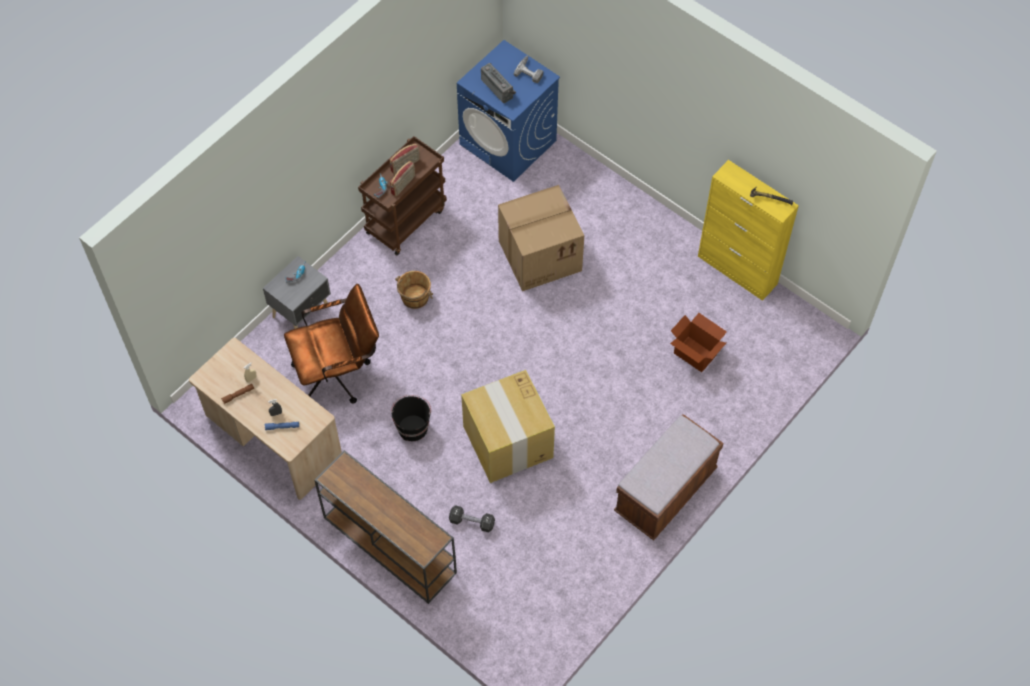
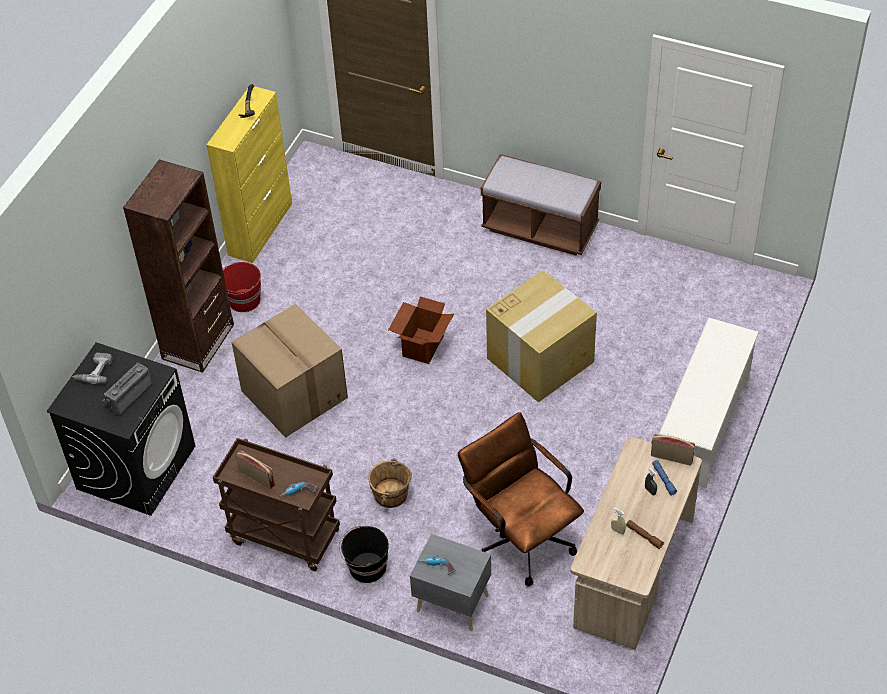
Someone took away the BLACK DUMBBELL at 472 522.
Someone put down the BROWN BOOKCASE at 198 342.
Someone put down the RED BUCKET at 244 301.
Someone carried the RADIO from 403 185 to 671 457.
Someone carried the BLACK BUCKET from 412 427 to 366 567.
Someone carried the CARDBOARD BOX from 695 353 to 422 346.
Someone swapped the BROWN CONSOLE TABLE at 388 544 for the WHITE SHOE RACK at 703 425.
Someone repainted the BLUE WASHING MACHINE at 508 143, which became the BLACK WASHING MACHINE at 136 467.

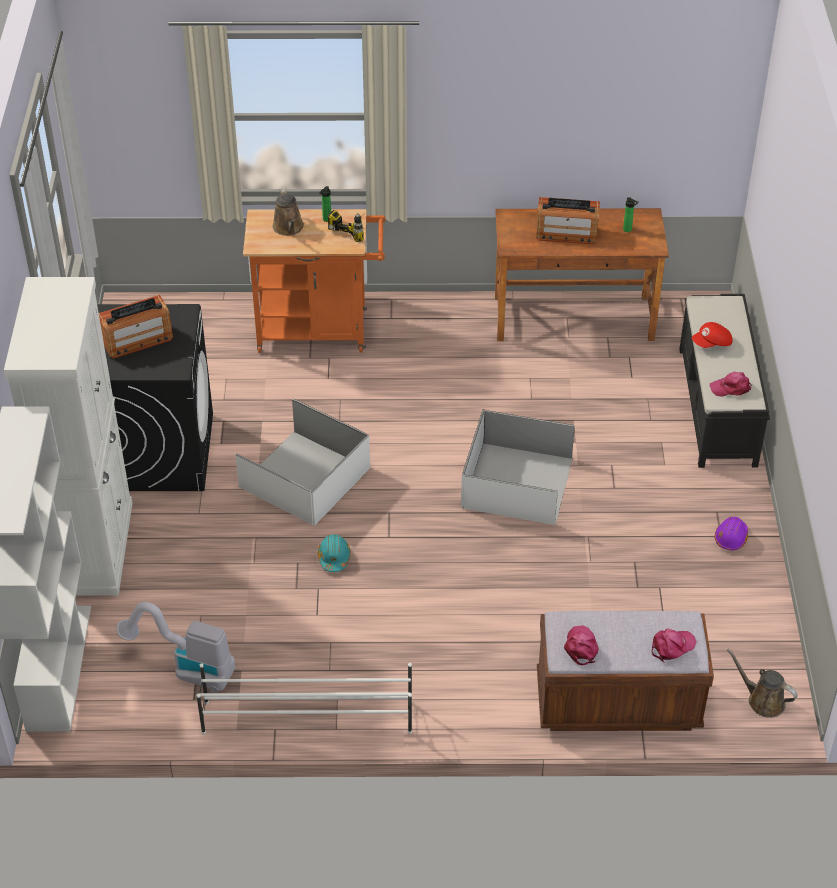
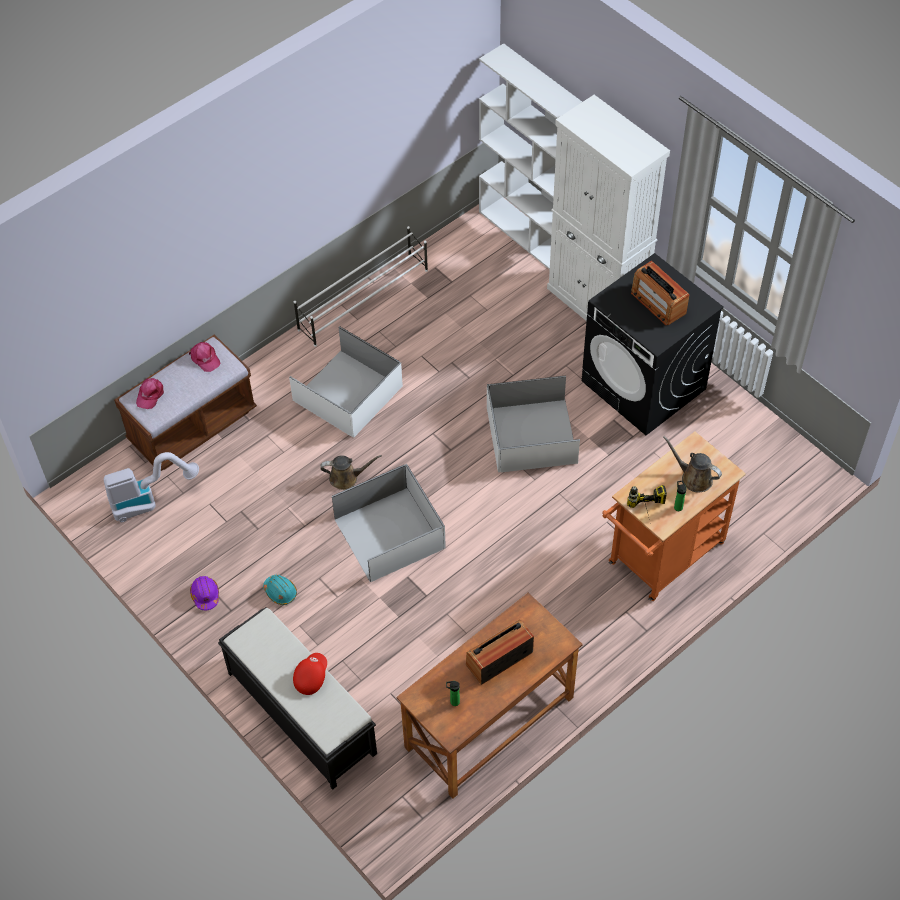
Someone took away the PINK CAP at 731 388.
Someone put down the WHITE STORAGE BOX at 348 392.
Someone carried the VACUUM CLEANER from 186 668 to 149 500.
Someone carried the TURQUOISE HARD HAT from 334 557 to 280 592.
Someone carried the BROWN WATERING CAN from 762 700 to 346 478.
Someone rotated the RADIO at 137 340 by 60 degrees counterclockwise.

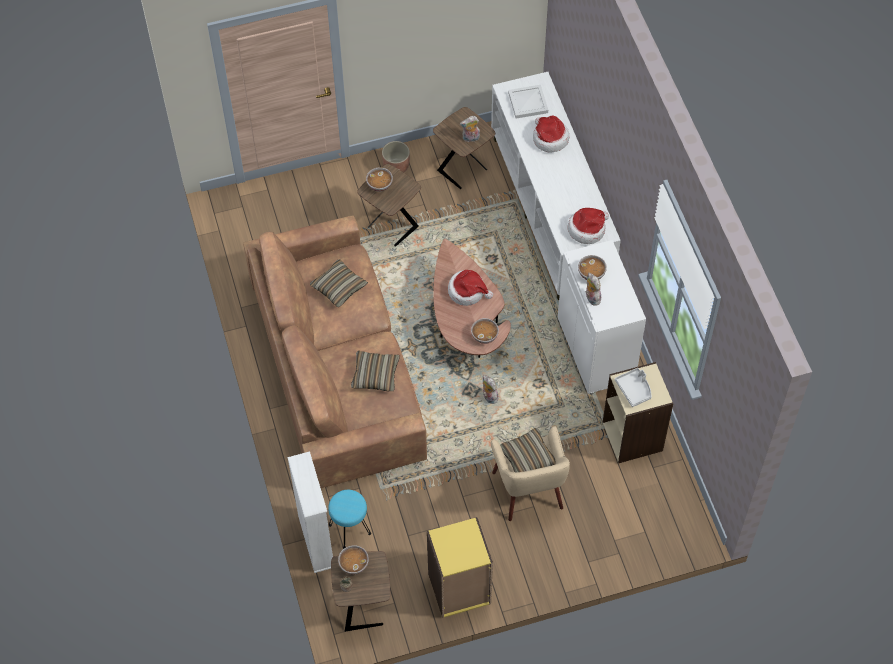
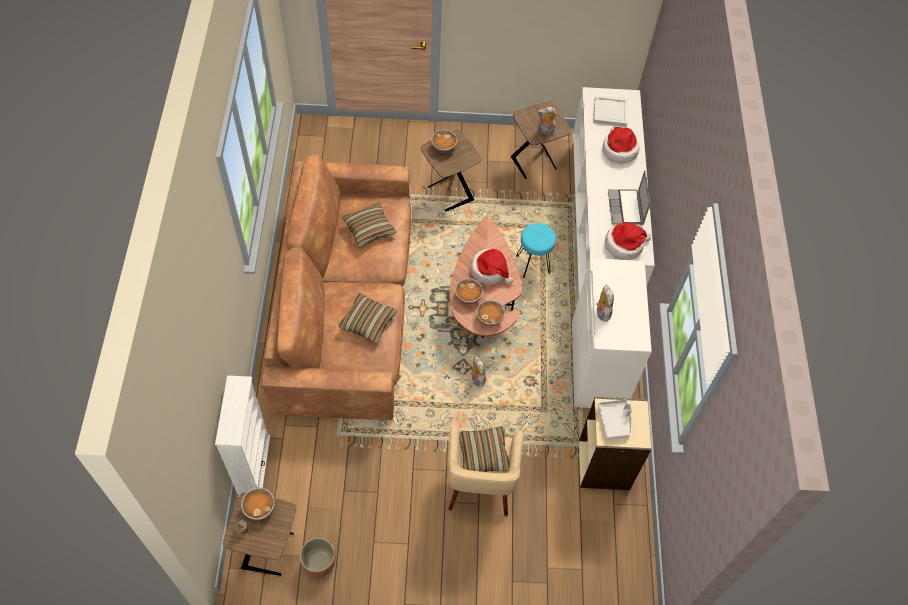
Someone took away the YELLOW BOOKCASE at 459 589.
Someone put down the LAPTOP at 626 208.
Someone carried the TURQUOISE STOOL from 350 529 to 533 264.
Someone carried the PLANTER from 396 166 to 320 563.
Someone carried the BOWL from 591 273 to 468 296.

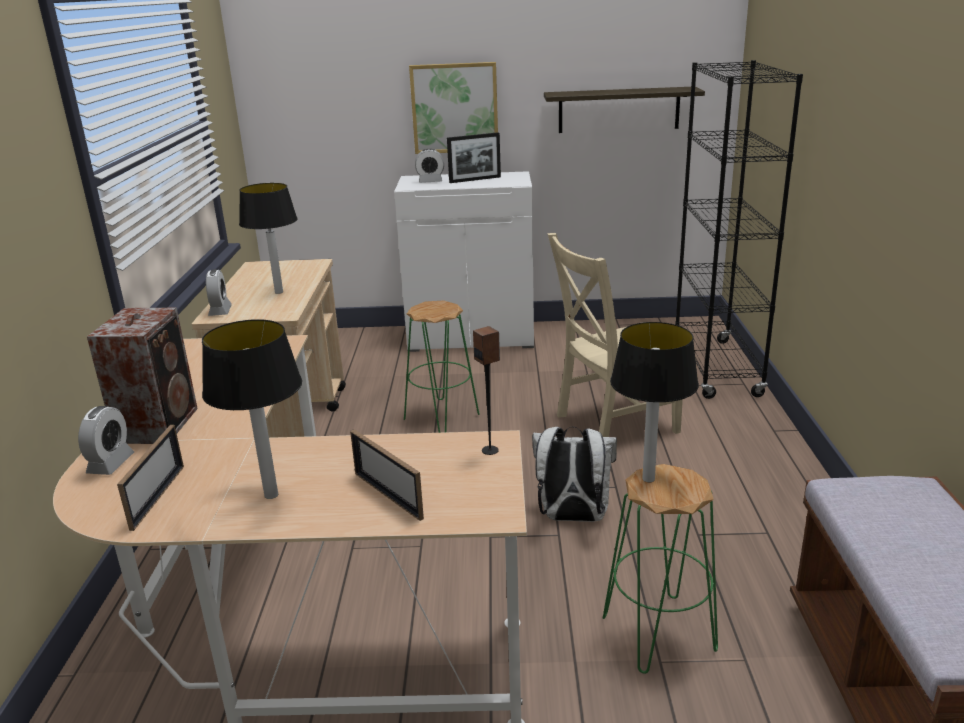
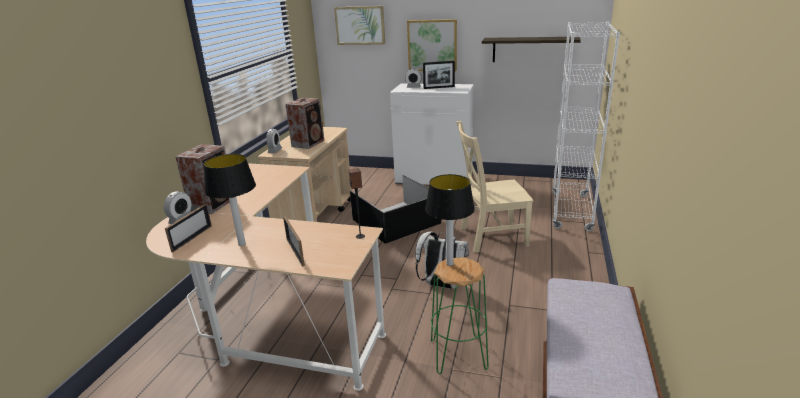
Someone put up the PICTURE at 360 25.
Someone swapped the TABLE LAMP at 278 292 for the SPEAKER at 309 143.
Someone swapped the GREEN STOOL at 442 416 for the BLACK STORAGE BOX at 397 221.
Someone repainted the BLACK BOOKCASE at 716 369, which became the WHITE BOOKCASE at 571 211.

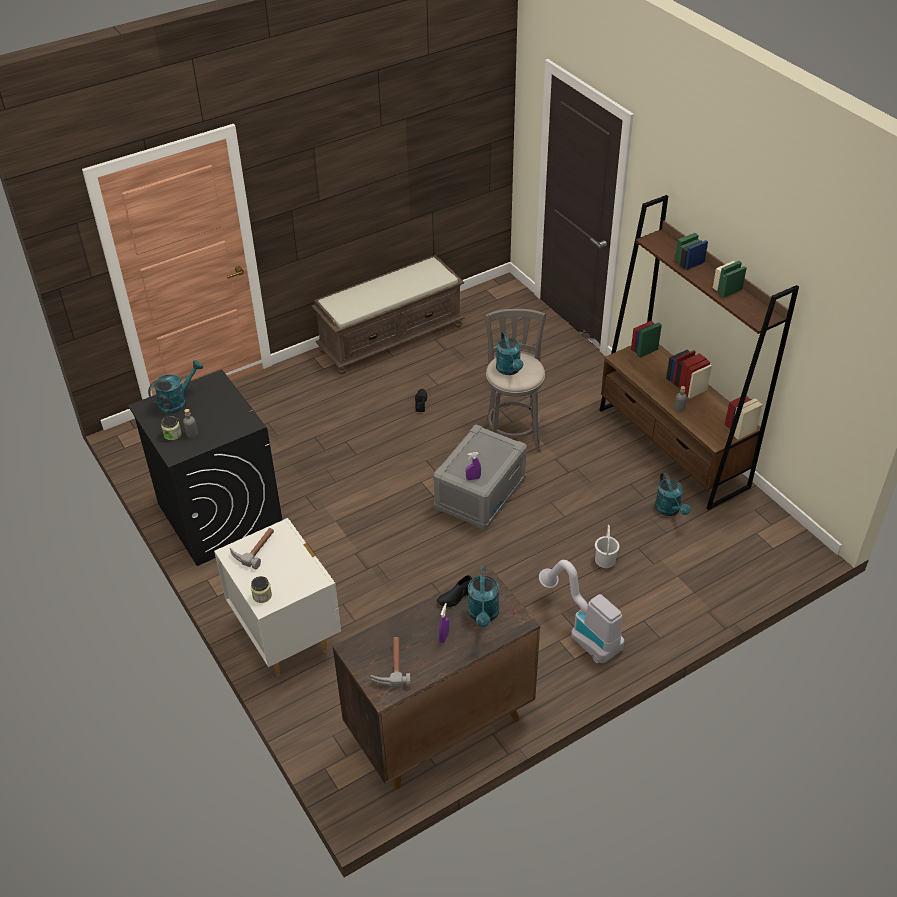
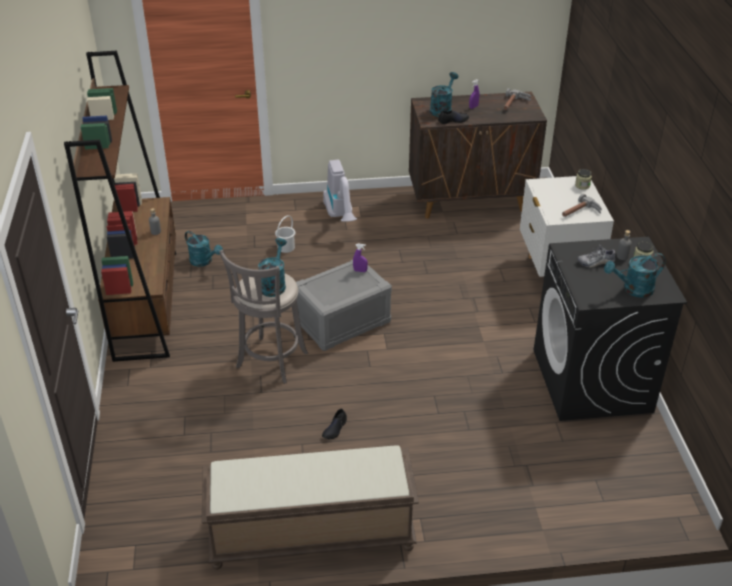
Someone put down the SHOE at 595 262.
Someone rotated the TURQUOISE WATERING CAN at 670 510 by 120 degrees clockwise.

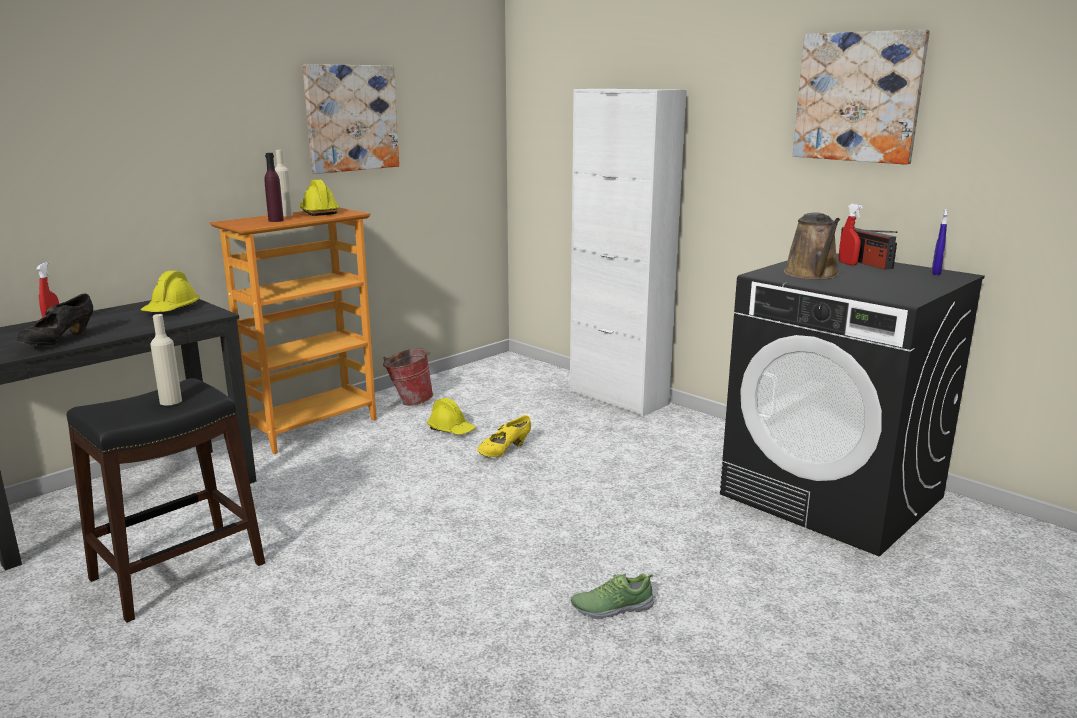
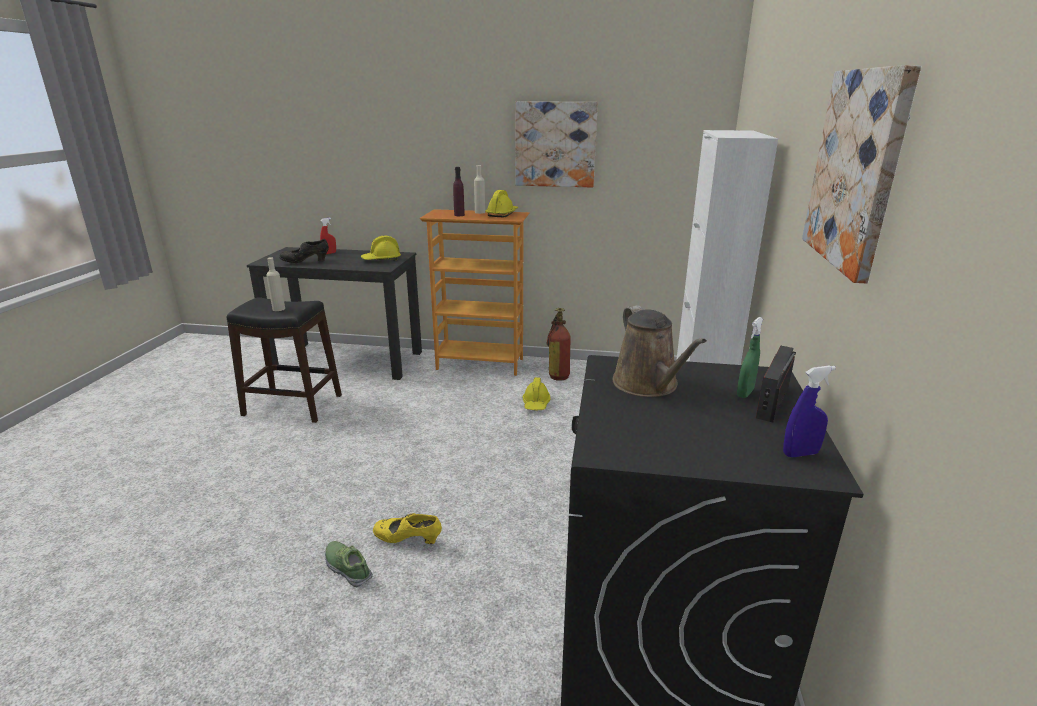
Someone carried the YELLOW SHOE from 504 451 to 408 540.
Someone swapped the BUCKET at 409 401 for the FIRE EXTINGUISHER at 557 373.
Someone repainted the RED SPRAY BOTTLE at 847 264, which became the GREEN SPRAY BOTTLE at 745 393.
Someone rotated the BROWN WATERING CAN at 812 275 by 75 degrees counterclockwise.

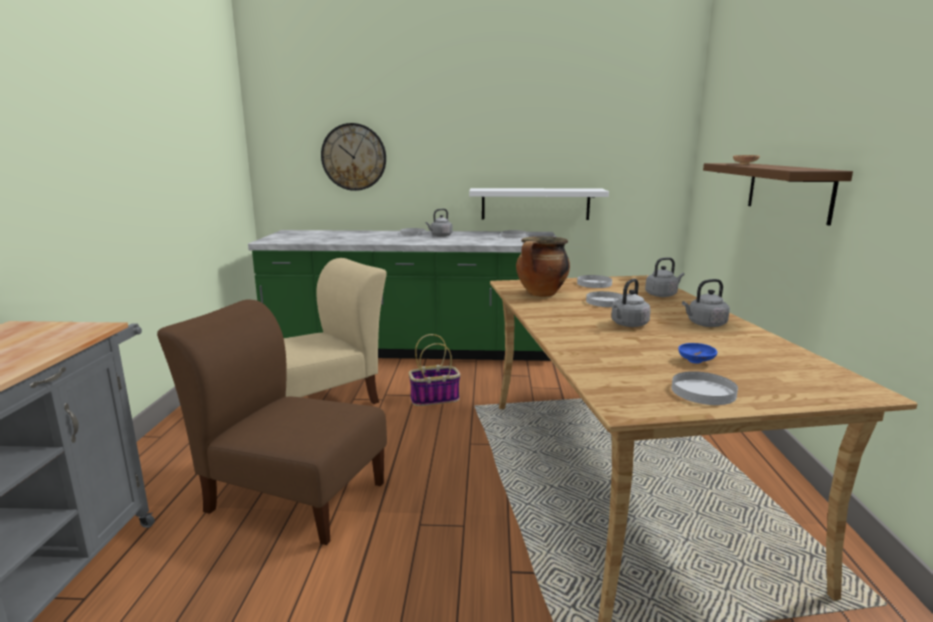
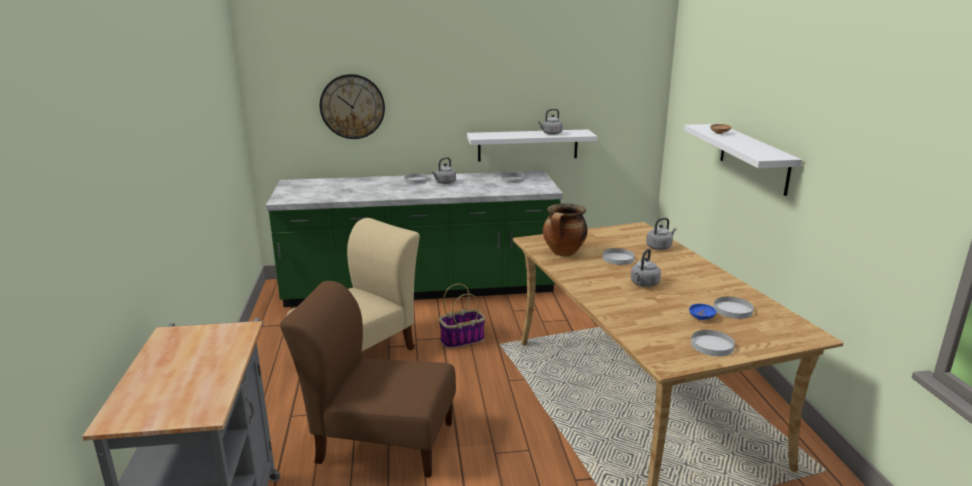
Someone carried the WHITE PLATE from 594 284 to 733 310.
Someone carried the GREY KETTLE from 705 324 to 551 134.
Someone repainted the BROWN SHELF at 788 190, which became the WHITE SHELF at 753 158.

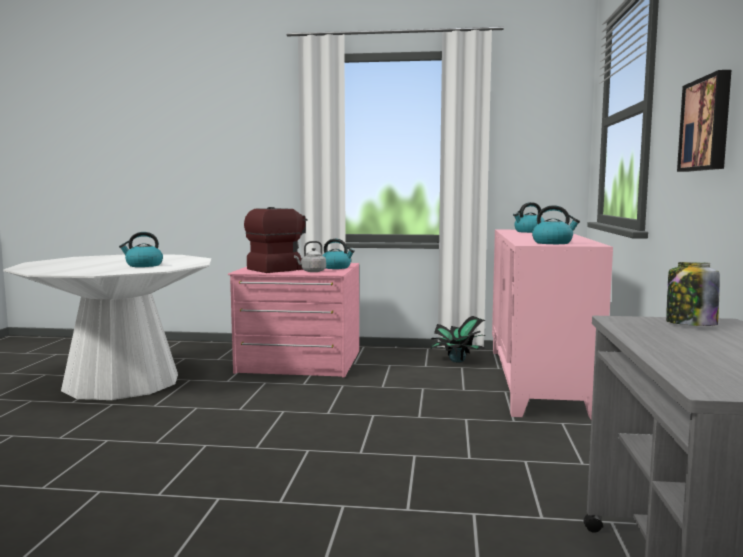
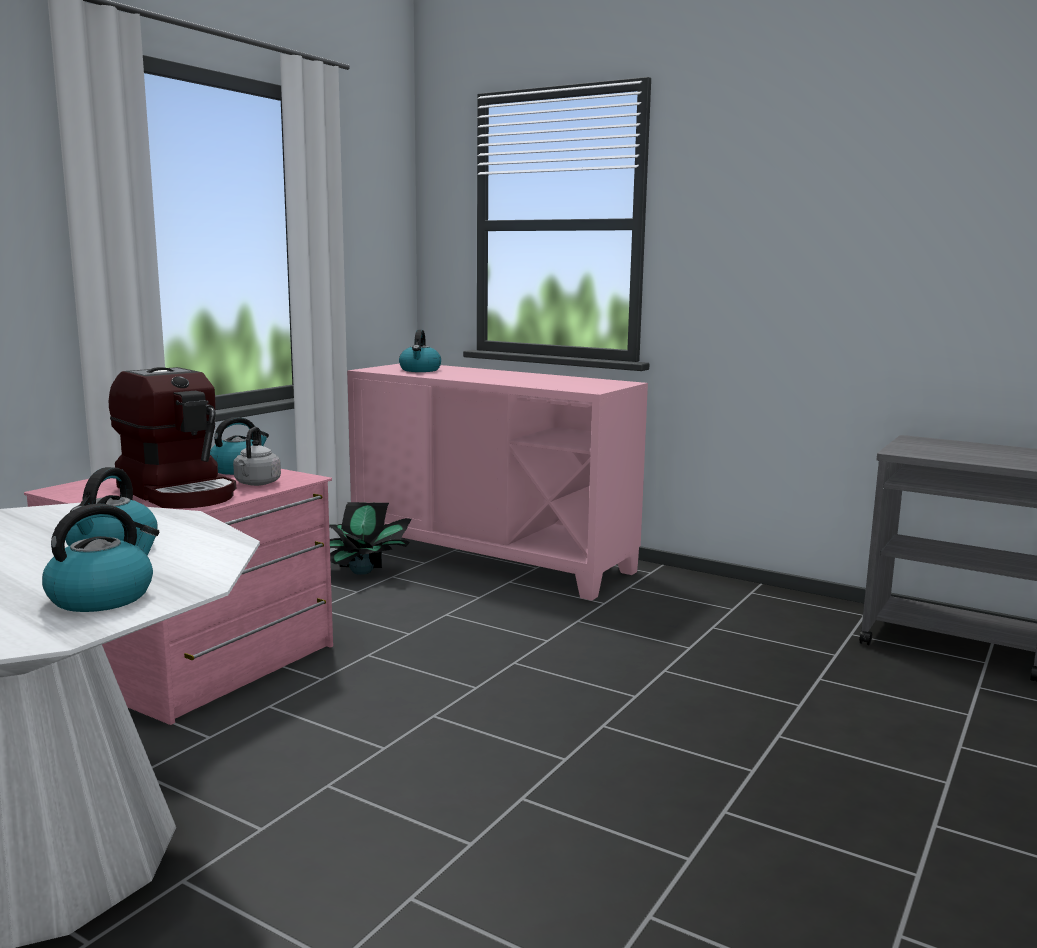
Someone took away the JAR at 690 324.
Someone took away the PICTURE at 707 124.
Someone carried the KETTLE from 553 243 to 102 597.
Someone rotated the COFFEE MACHINE at 281 268 by 150 degrees clockwise.

